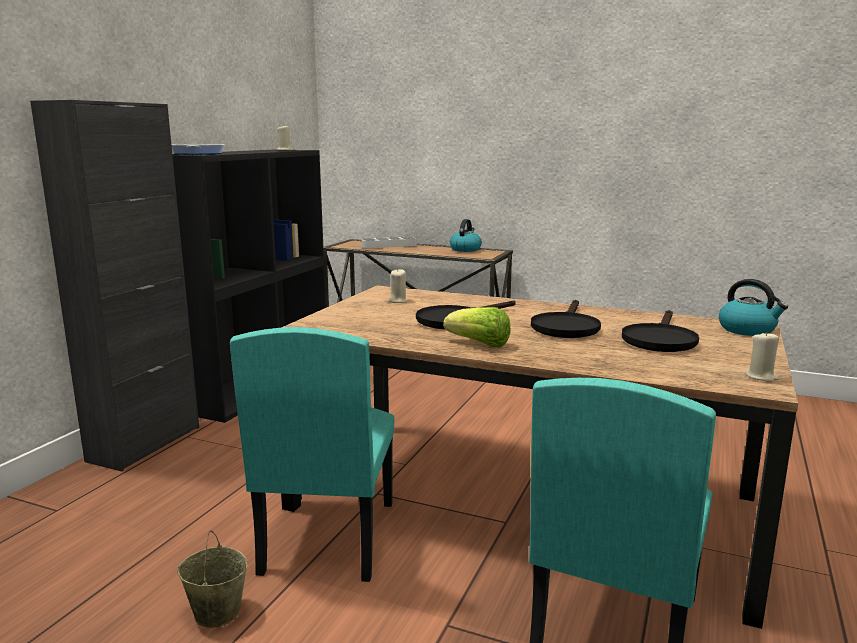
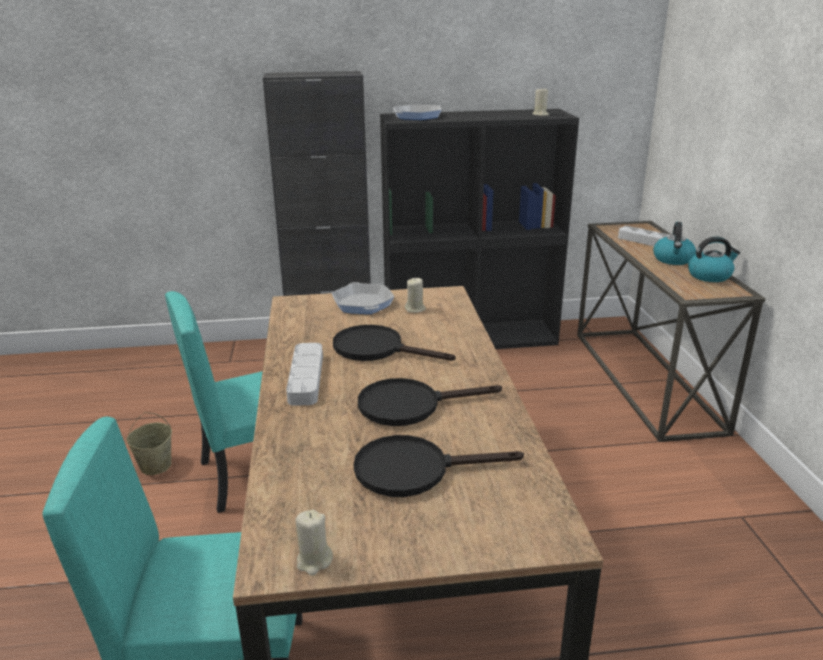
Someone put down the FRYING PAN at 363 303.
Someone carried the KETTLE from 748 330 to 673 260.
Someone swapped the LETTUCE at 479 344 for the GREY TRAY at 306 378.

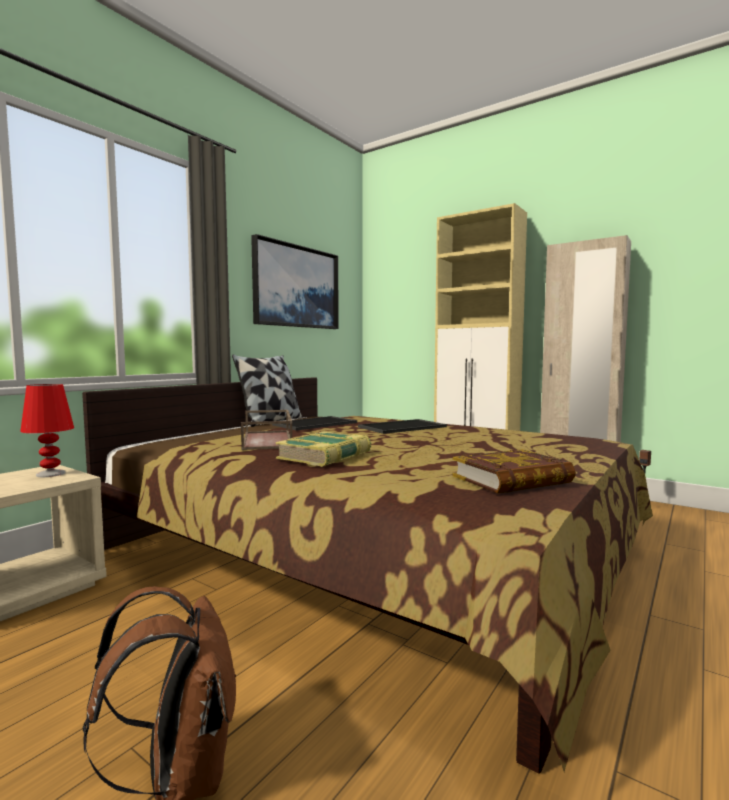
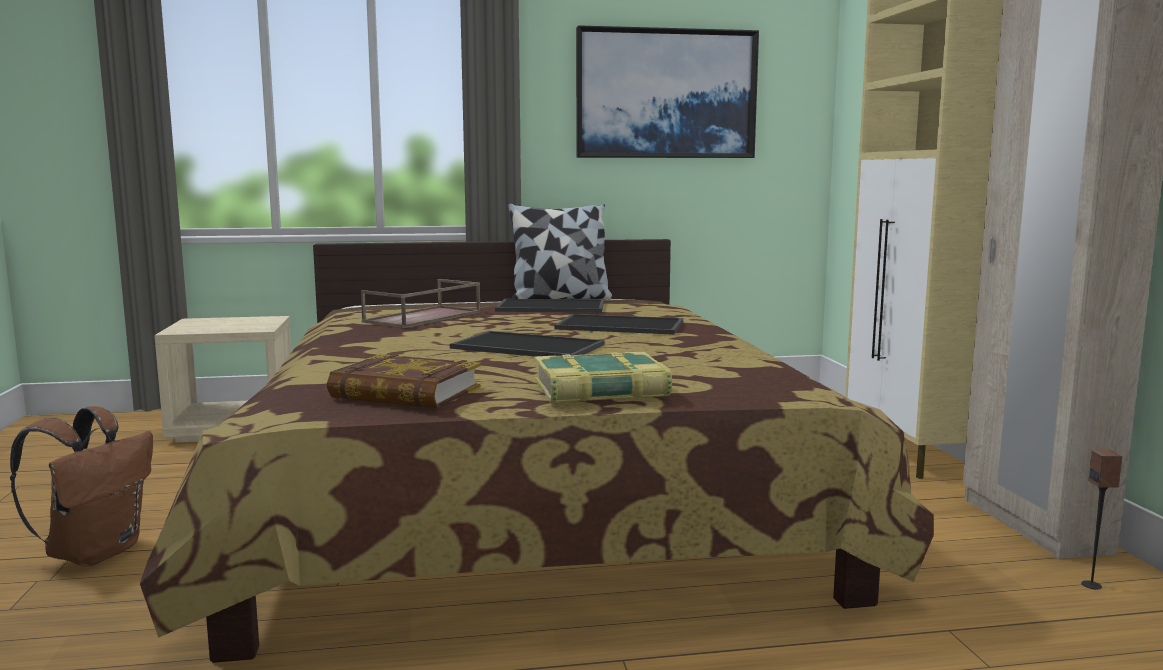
Someone took away the RED TABLE LAMP at 50 474.
Someone put down the TRAY at 525 347.
Someone carried the BOOK from 325 456 to 601 390.

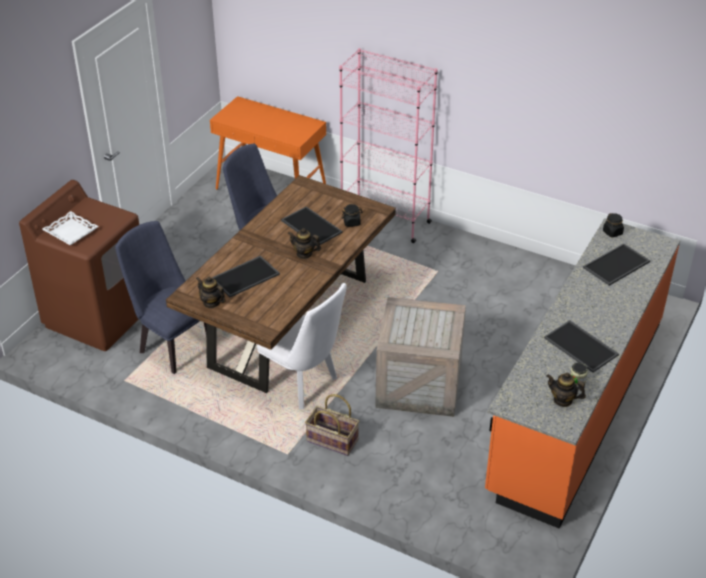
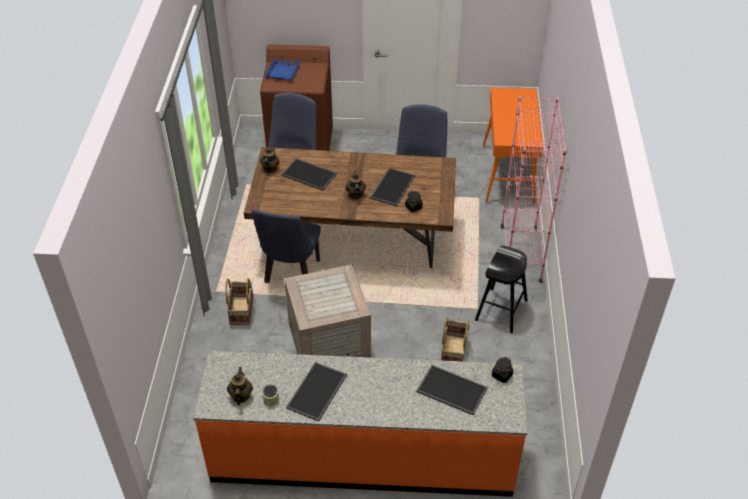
Someone put down the BASKET at 453 351.
Someone put down the BLACK STOOL at 501 310.
Someone repainted the WHITE TRAY at 70 232, which became the BLUE TRAY at 282 72.
Someone repainted the WHITE CHAIR at 305 385, which became the BLUE CHAIR at 291 275.

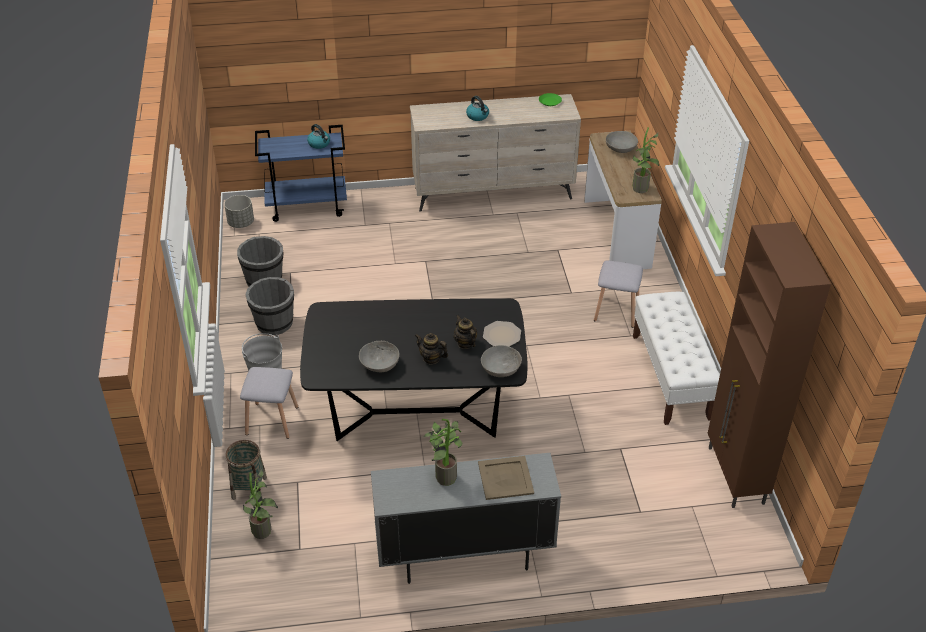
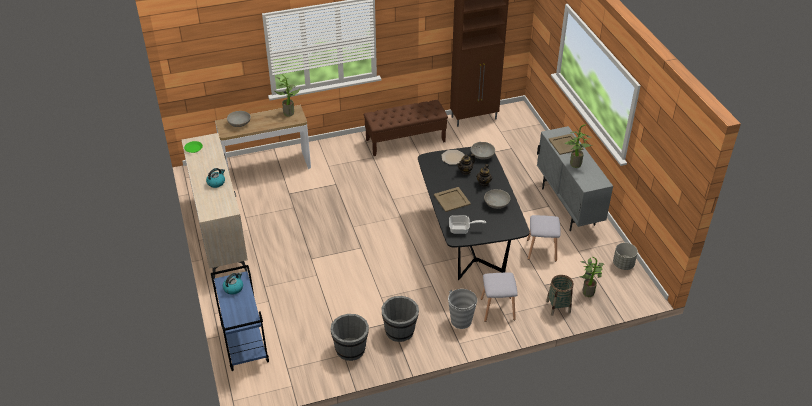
Someone put down the BEIGE TRAY at 452 199.
Someone put down the FRYING PAN at 462 229.
Someone carried the GREY PLANTER from 241 223 to 623 264.
Someone carried the GREY STOOL from 615 311 to 542 250.
Someone repainted the WHITE BENCH at 670 377, which became the BROWN BENCH at 405 140.

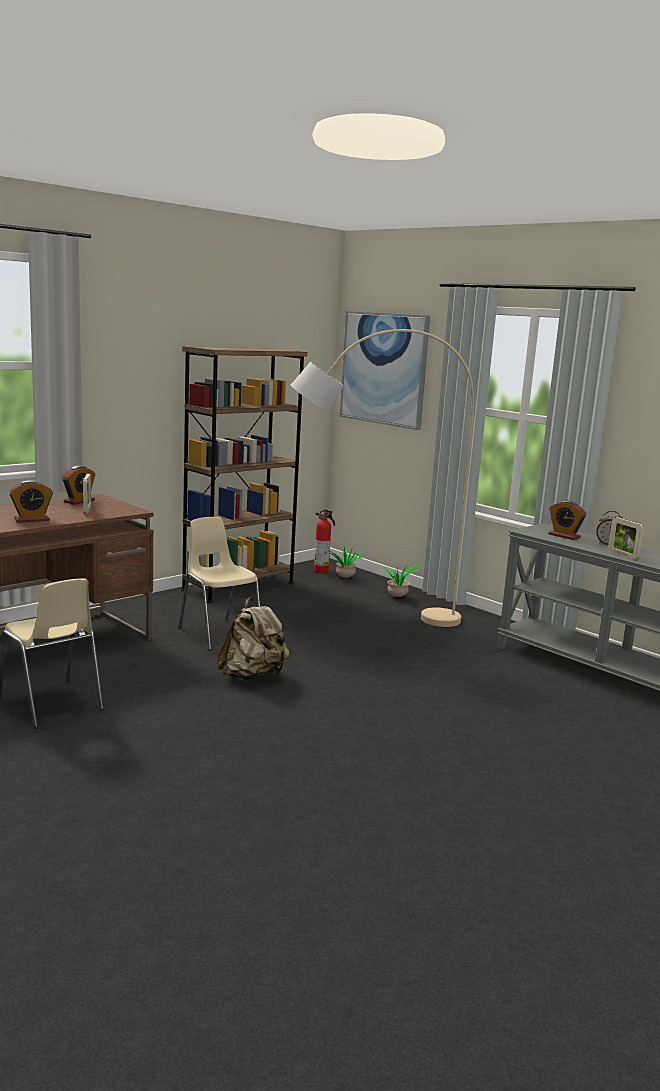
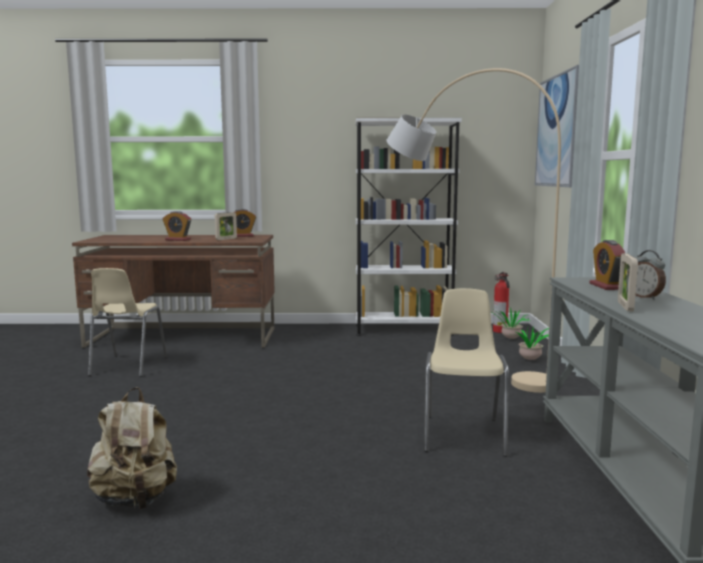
Someone carried the BEIGE CHAIR from 219 633 to 463 434.
Someone carried the BEIGE BACKPACK from 253 677 to 135 500.
Someone repainted the BROWN BOOKCASE at 238 586, which became the WHITE BOOKCASE at 403 330.

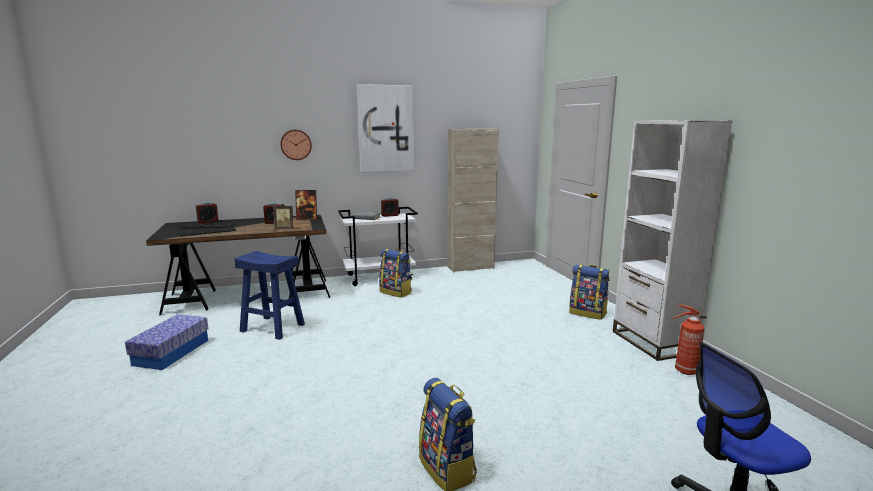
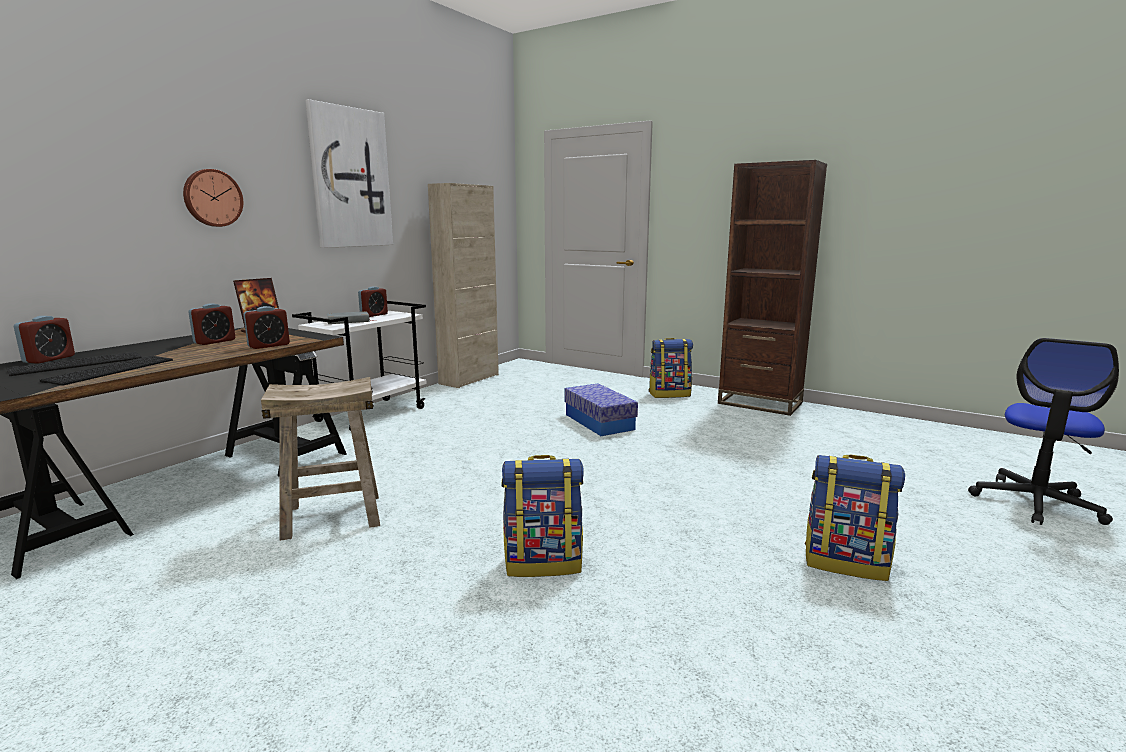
Someone took away the FIRE EXTINGUISHER at 684 371.
Someone carried the STORAGE BOX from 171 352 to 599 422.
Someone carried the BACKPACK from 396 292 to 544 562.
Someone swapped the PICTURE FRAME at 284 229 for the ALARM CLOCK at 269 345.
Someone repainted the BLUE STOOL at 272 328, which became the BEIGE STOOL at 332 517.
Someone repainted the WHITE BOOKCASE at 652 342, which became the BROWN BOOKCASE at 760 403.

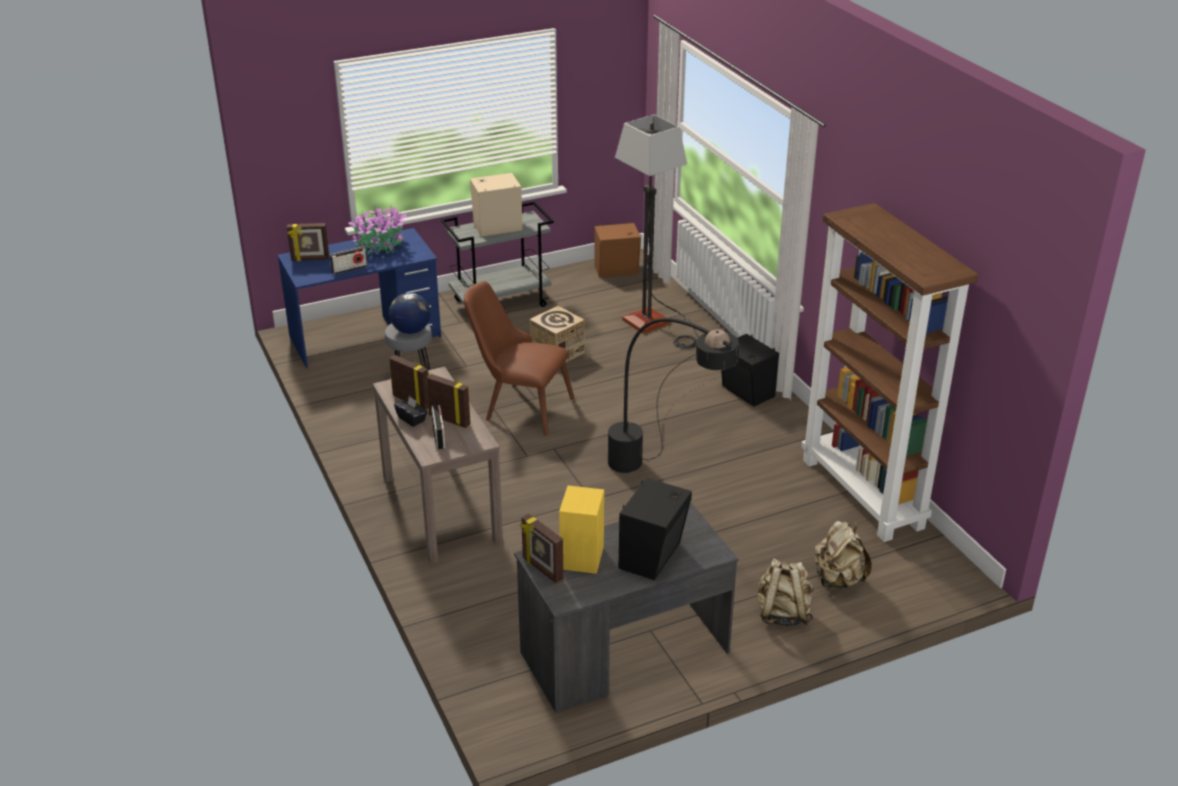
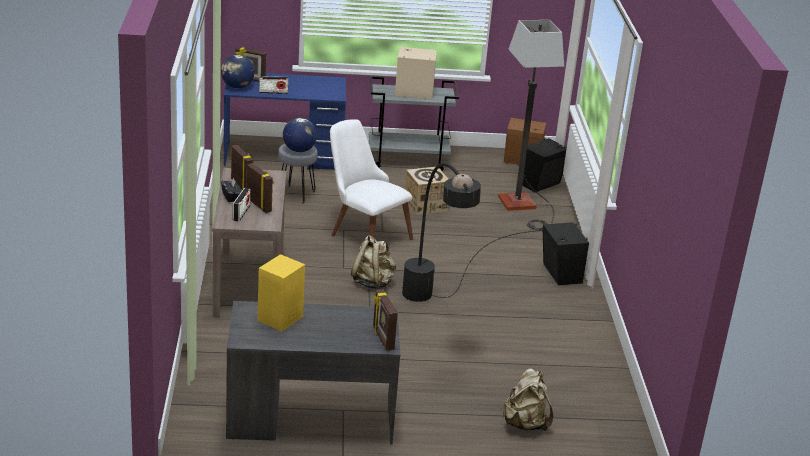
Someone took away the POTTED PLANT at 381 247.
Someone took away the BROWN BOOKCASE at 863 494.
Someone put down the GLOBE at 237 87.
Someone carried the PICTURE FRAME from 542 569 to 382 339.
Someone carried the BLACK SPEAKER from 653 556 to 541 184.
Someone carried the BEIGE BACKPACK from 782 614 to 373 282.
Someone repainted the BROWN CHAIR at 518 407, which became the WHITE CHAIR at 364 233.

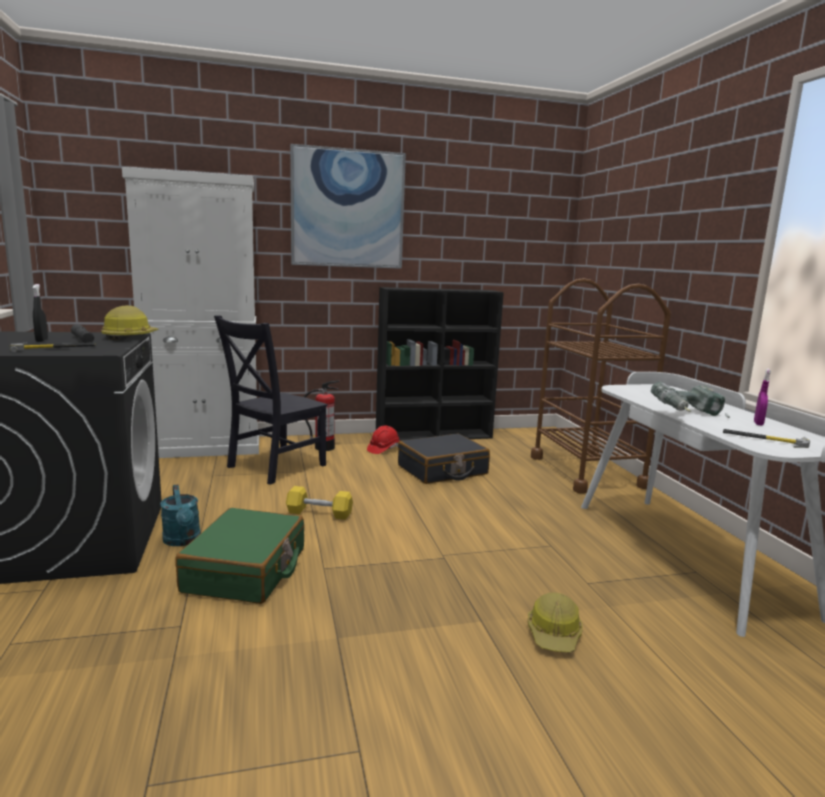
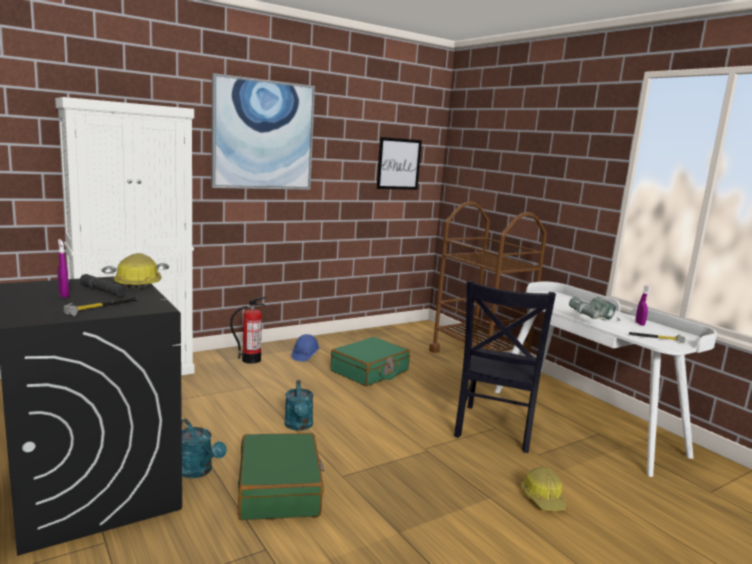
Someone took away the BLACK BOOKCASE at 435 435.
Someone put up the PICTURE at 398 164.
Someone carried the BLACK CHAIR from 273 467 to 494 429.
Someone swapped the YELLOW DUMBBELL at 319 513 for the TURQUOISE WATERING CAN at 299 426.
Someone repainted the BLACK SPRAY BOTTLE at 42 340, which became the PURPLE SPRAY BOTTLE at 63 295.
Someone repainted the RED HARD HAT at 383 449, which became the BLUE HARD HAT at 305 356.
Someone repainted the BLACK SUITCASE at 442 470, which became the GREEN SUITCASE at 370 371.

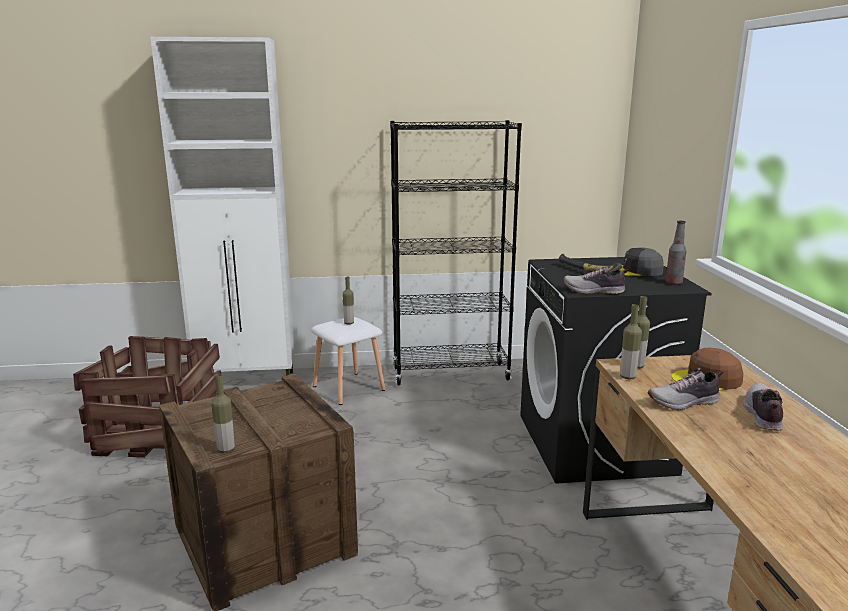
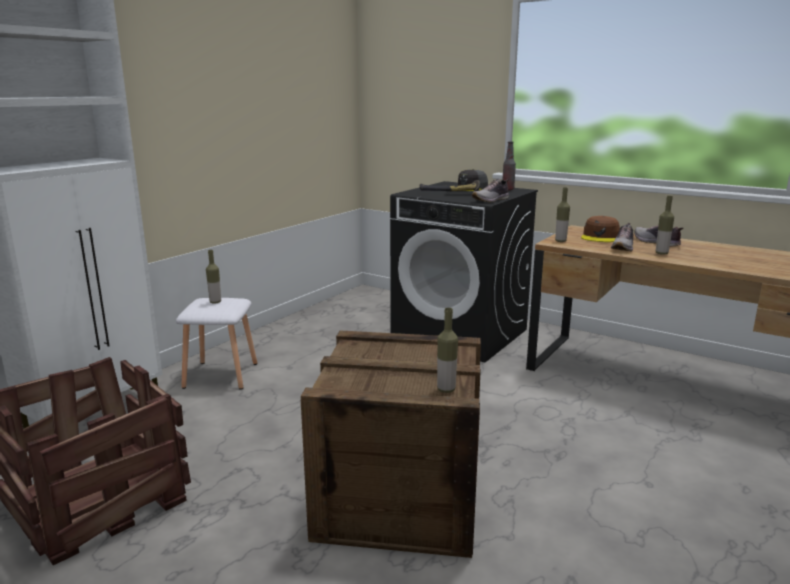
Someone took away the BLACK BOOKCASE at 451 374.
Someone carried the BOTTLE from 627 377 to 661 253.

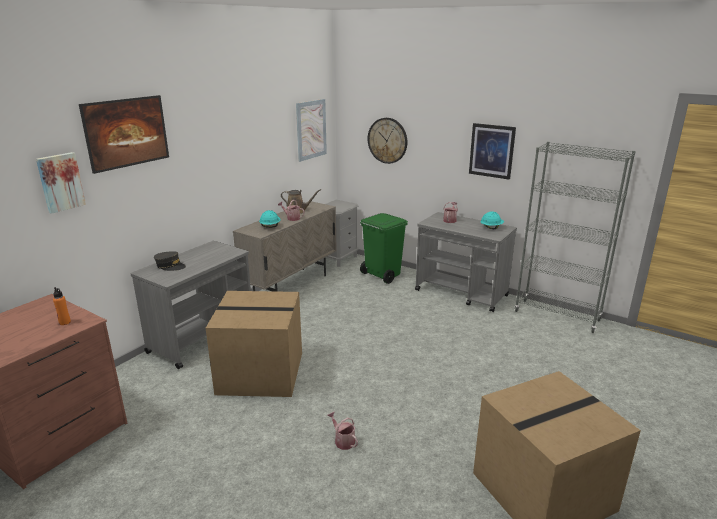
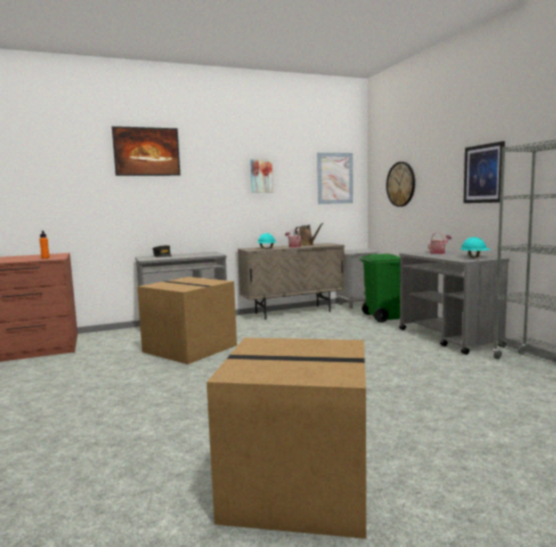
Someone took away the WATERING CAN at 343 440.
Someone carried the PICTURE from 60 182 to 261 176.

